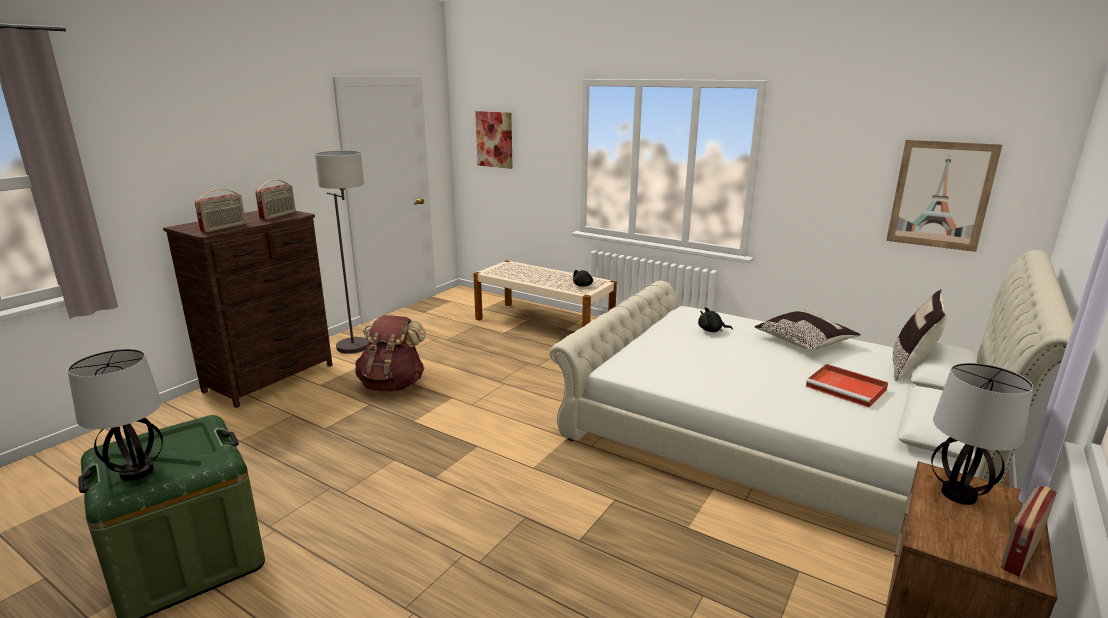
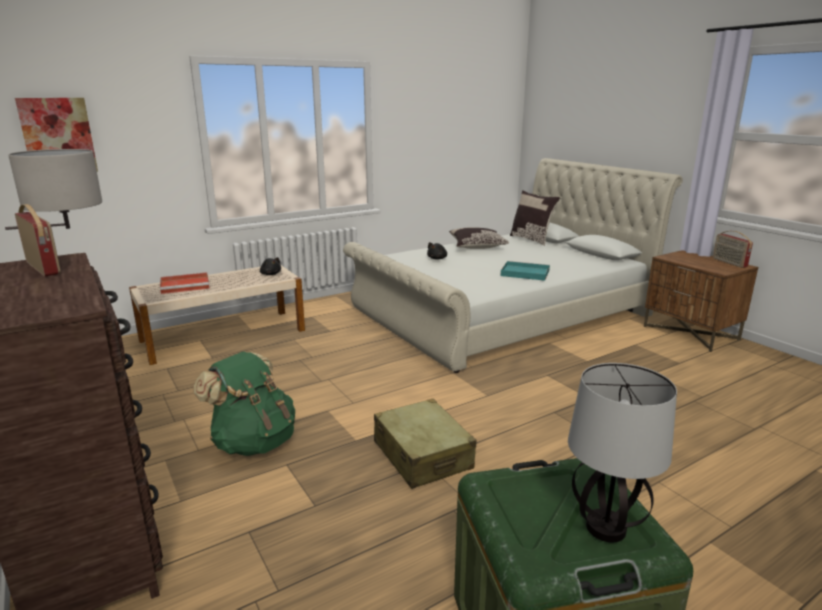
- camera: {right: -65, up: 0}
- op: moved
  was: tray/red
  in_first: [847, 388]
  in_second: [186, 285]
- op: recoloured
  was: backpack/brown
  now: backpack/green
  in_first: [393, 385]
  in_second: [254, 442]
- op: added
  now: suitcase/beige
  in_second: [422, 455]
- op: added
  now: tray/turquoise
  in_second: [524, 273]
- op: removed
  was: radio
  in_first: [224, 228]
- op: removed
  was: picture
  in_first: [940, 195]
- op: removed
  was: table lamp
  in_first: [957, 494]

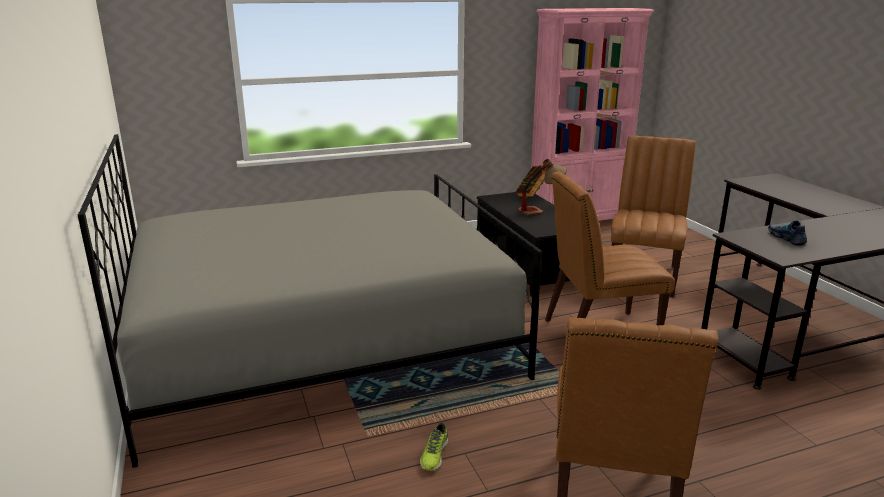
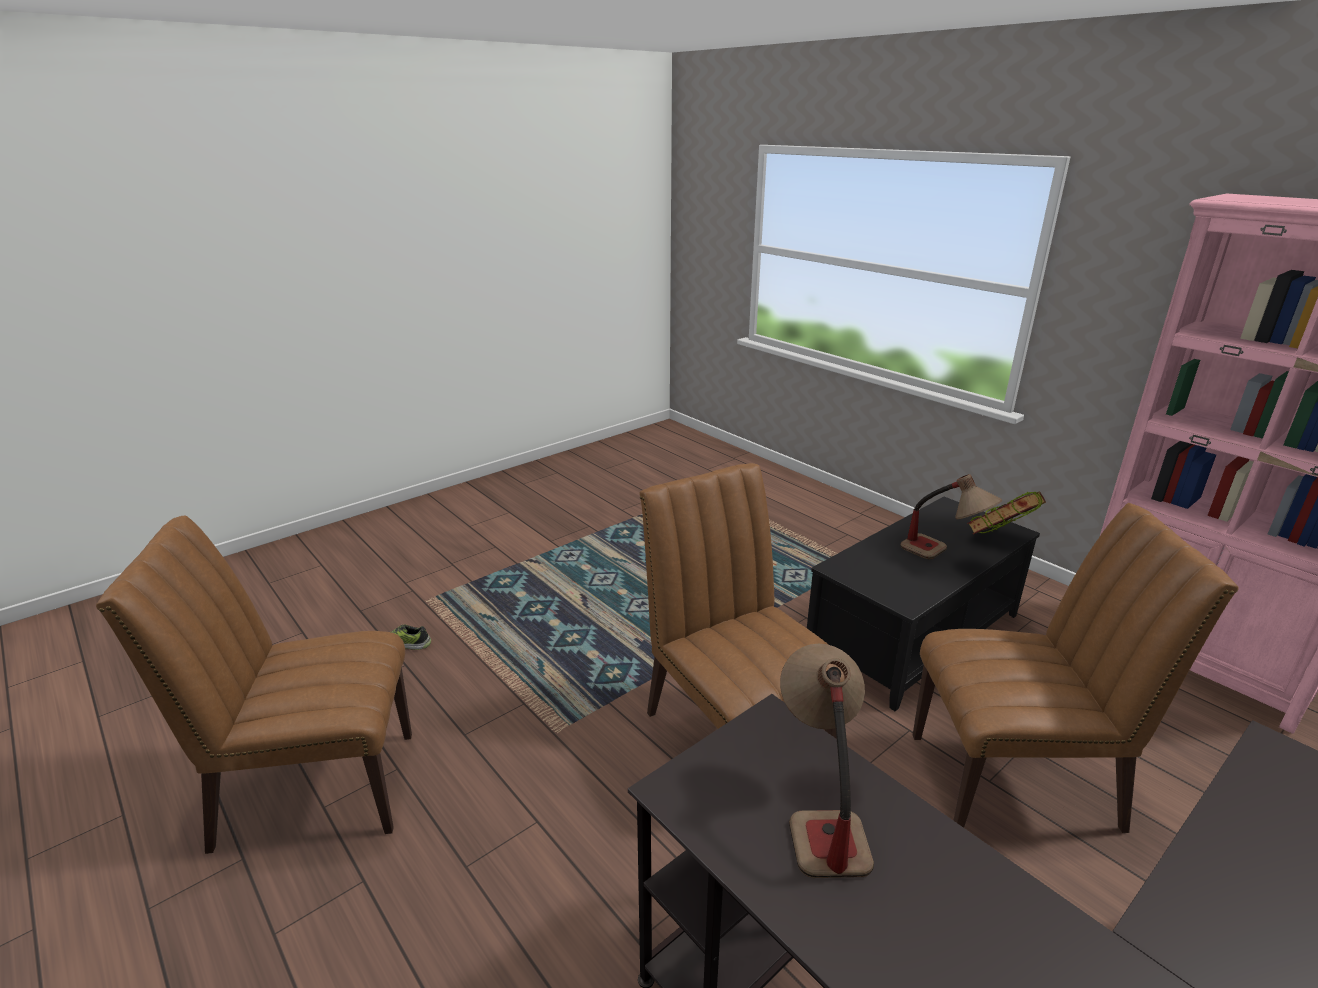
- camera: {right: 70, up: 5}
- op: replaced
  was: shoe
  now: table lamp
  in_first: [786, 238]
  in_second: [819, 809]
- op: removed
  was: bed/grey
  in_first: [322, 345]

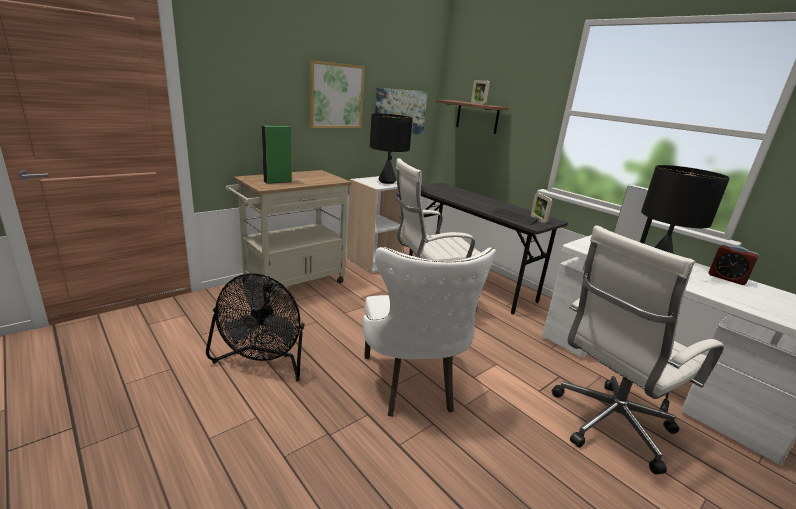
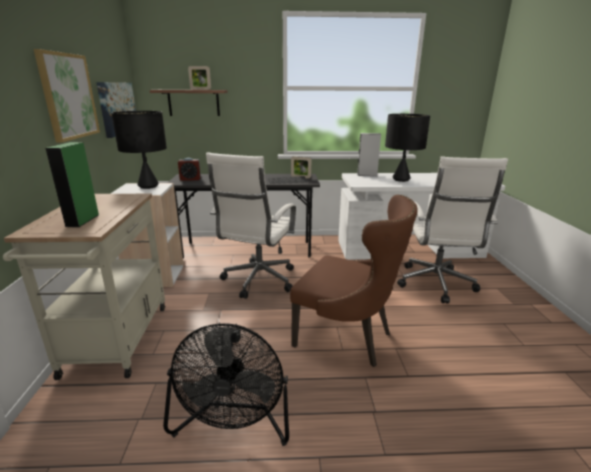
- camera: {right: -50, up: 0}
- op: turned
  was: fan/black
  in_first: [261, 359]
  in_second: [230, 419]
  clockwise: 45
- op: moved
  was: alarm clock
  in_first: [726, 278]
  in_second: [190, 179]
- op: recoloured
  was: chair/white
  now: chair/brown
  in_first: [412, 384]
  in_second: [347, 337]

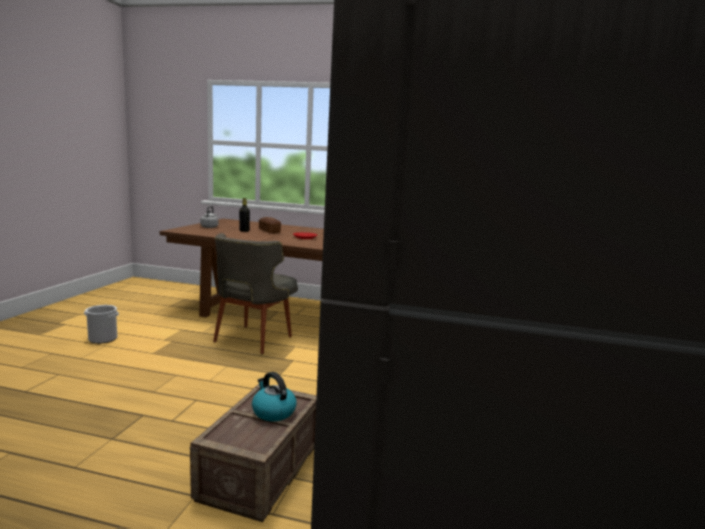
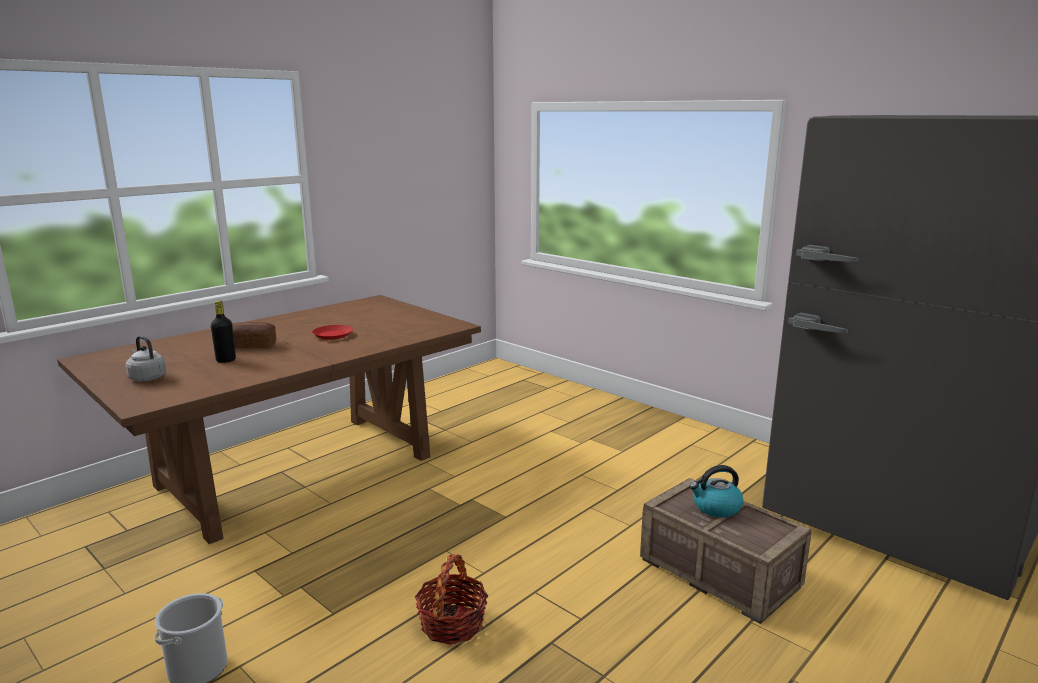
- camera: {right: -60, up: 5}
- op: added
  now: basket
  in_second: [452, 623]
- op: removed
  was: chair/grey
  in_first: [253, 339]

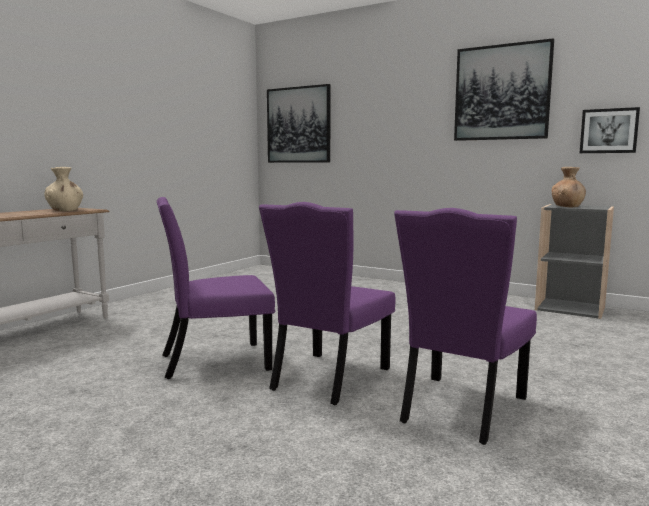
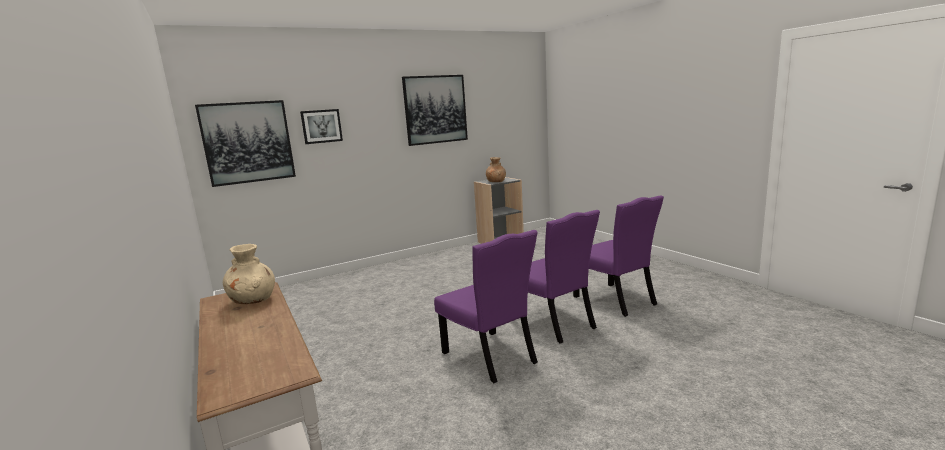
- camera: {right: -60, up: 5}
- op: moved
  was: picture
  in_first: [609, 131]
  in_second: [321, 126]
- op: turned
  was: chair/purple
  in_first: [217, 361]
  in_second: [489, 356]
  clockwise: -45

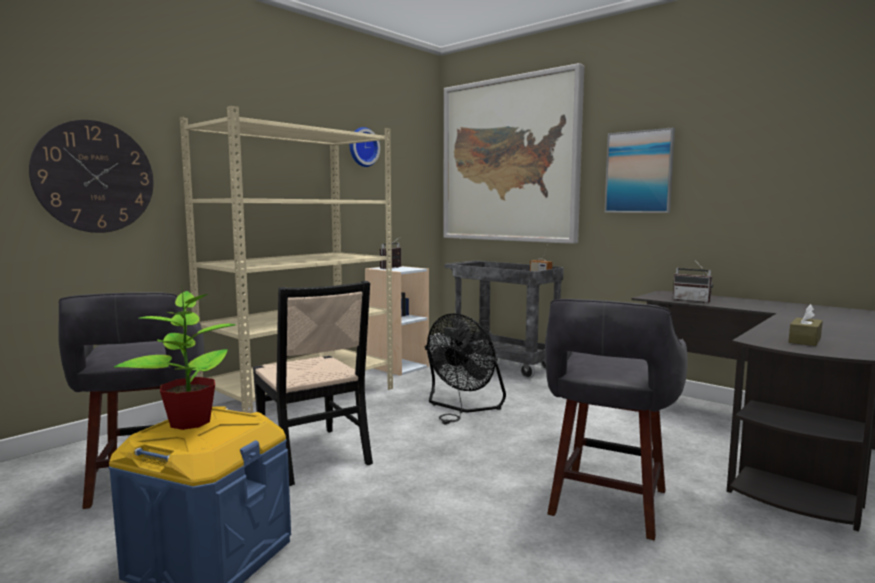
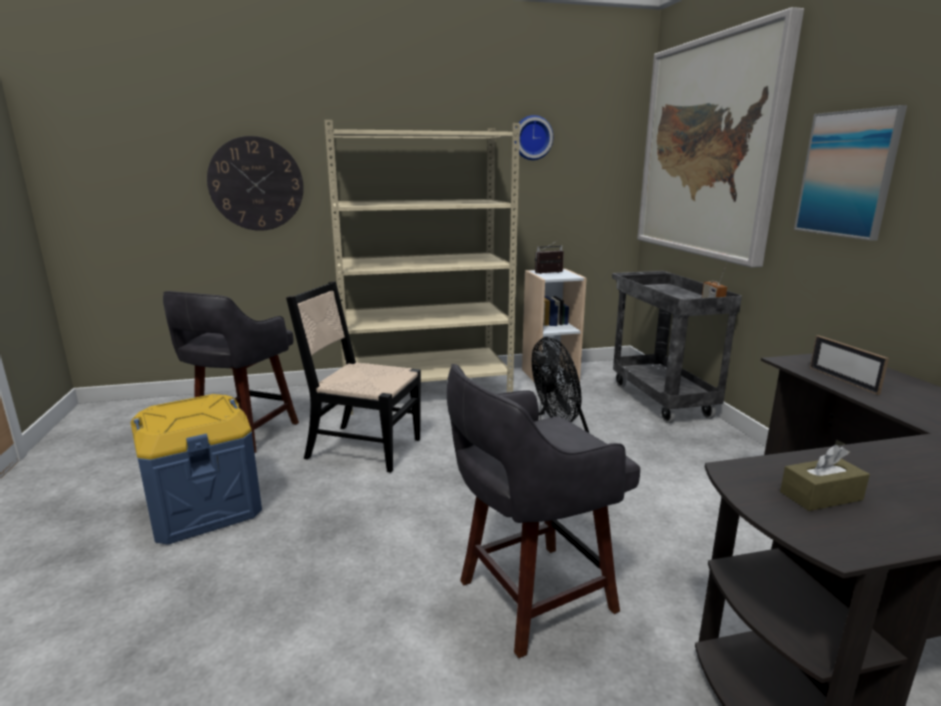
- camera: {right: 35, up: 10}
- op: turned
  was: chair
  in_first: [312, 455]
  in_second: [364, 448]
  clockwise: 105
- op: replaced
  was: radio
  now: picture frame
  in_first: [693, 300]
  in_second: [842, 380]
- op: removed
  was: potted plant
  in_first: [190, 421]

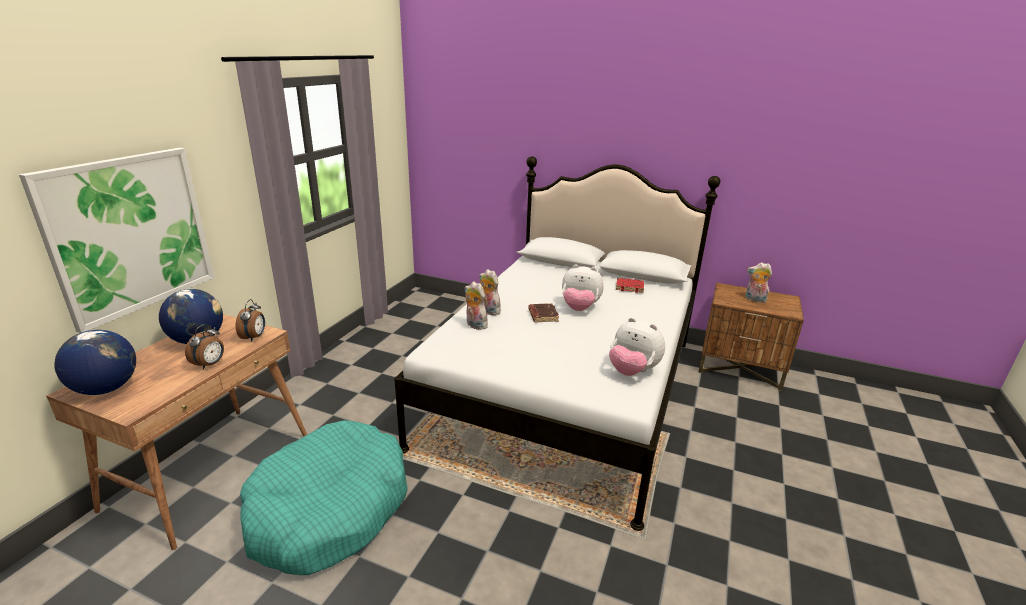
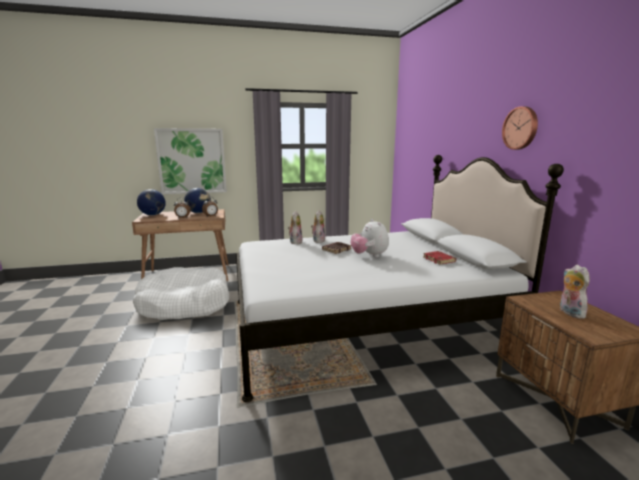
- camera: {right: 55, up: -10}
- op: recoloured
  was: dog bed/turquoise
  now: dog bed/white
  in_first: [329, 509]
  in_second: [184, 304]
- op: added
  now: wall clock
  in_second: [521, 128]
- op: removed
  was: plush toy
  in_first: [632, 371]

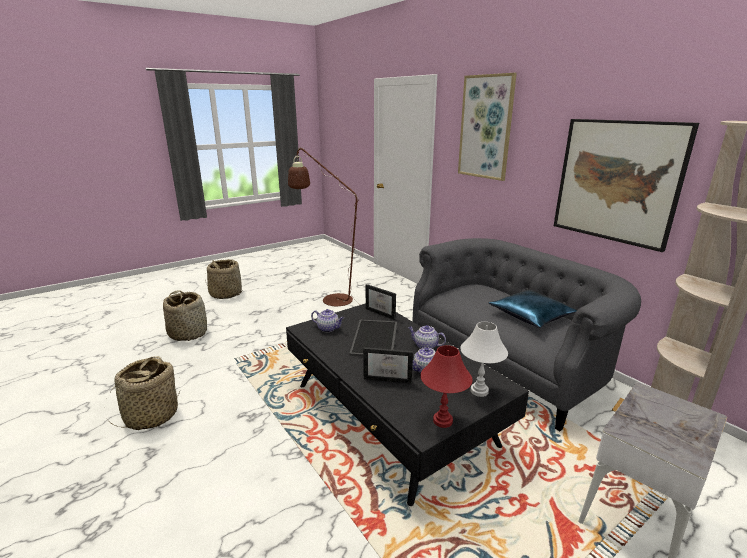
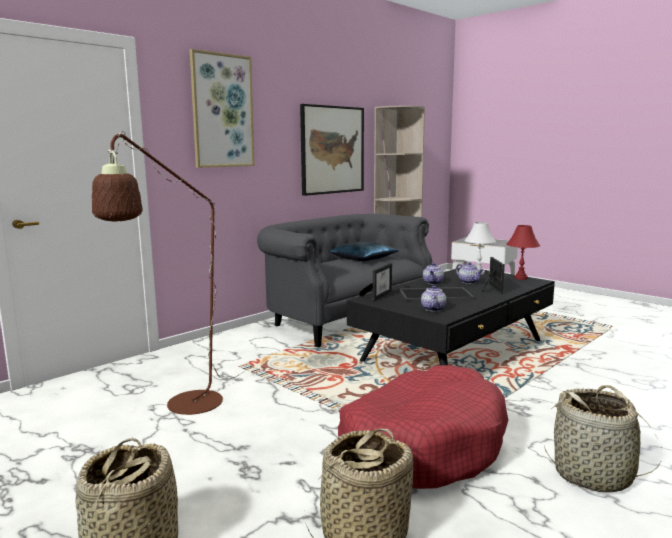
- camera: {right: -100, up: -10}
- op: added
  now: dog bed/red
  in_second: [422, 444]

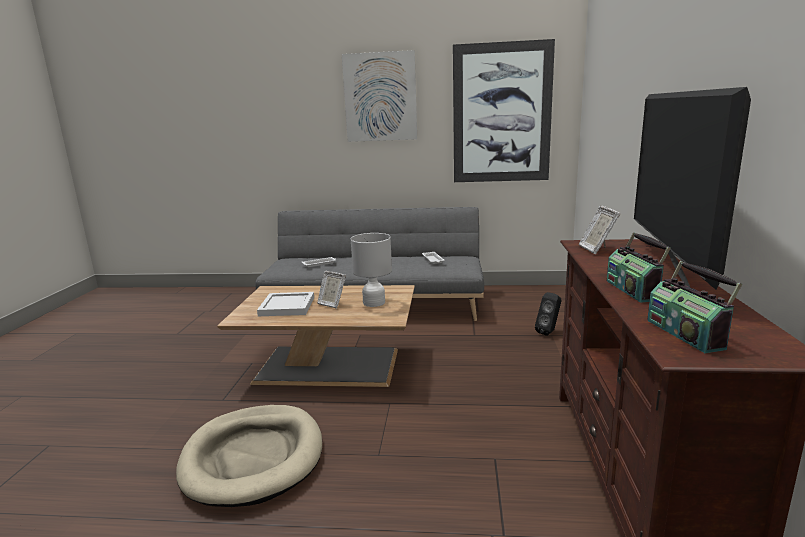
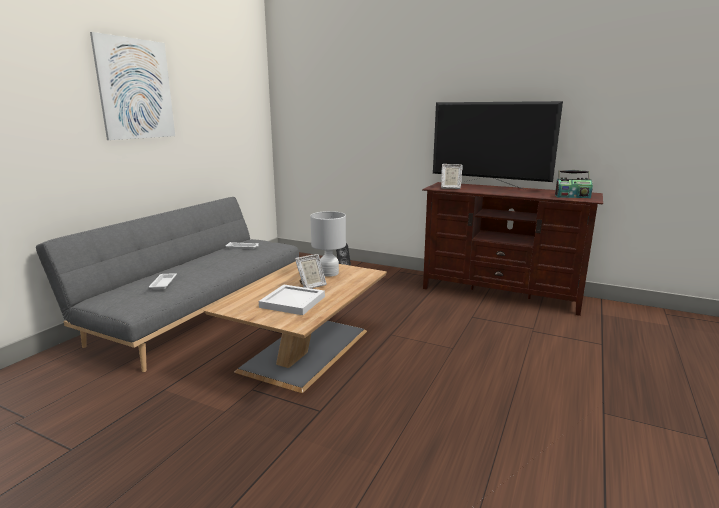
- camera: {right: -70, up: 0}
- op: removed
  was: dog bed/beige
  in_first: [253, 457]
- op: removed
  was: picture
  in_first: [501, 114]
- op: removed
  was: radio
  in_first: [633, 290]

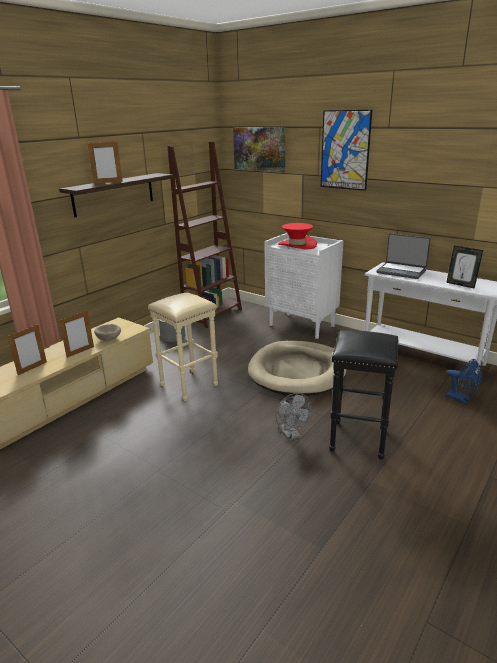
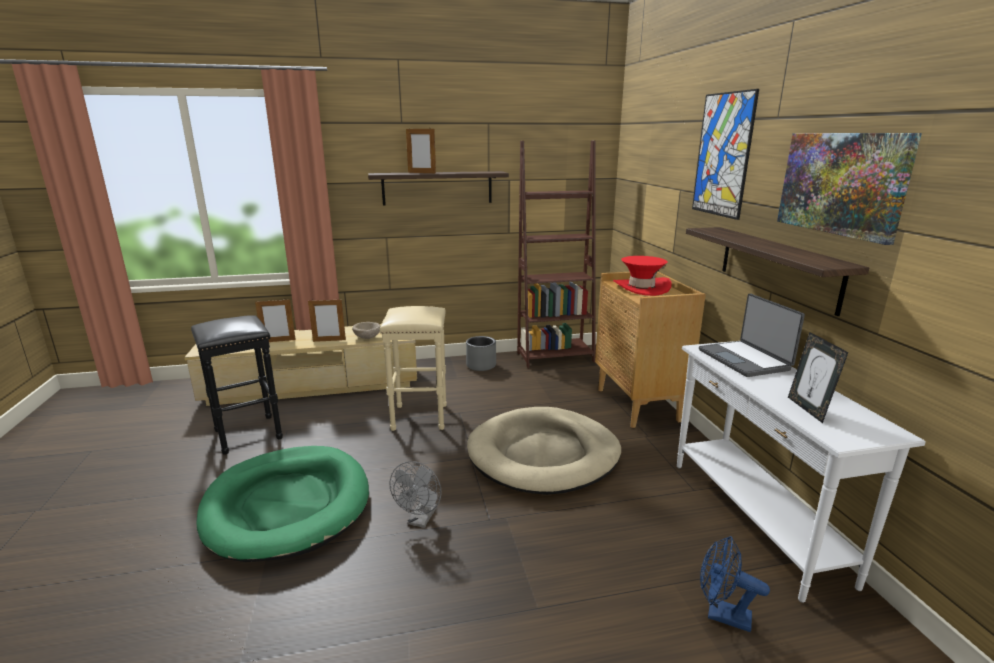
- camera: {right: 40, up: -5}
- op: moved
  was: stool/black
  in_first: [359, 438]
  in_second: [250, 434]
- op: added
  now: dog bed/green
  in_second: [287, 505]
- op: recoloured
  was: cabinet/white
  now: cabinet/brown
  in_first: [302, 325]
  in_second: [637, 405]
- op: added
  now: shelf
  in_second: [777, 267]
- op: turned
  was: fan/blue
  in_first: [461, 399]
  in_second: [721, 615]
  clockwise: 120
- op: moved
  was: picture
  in_first: [259, 148]
  in_second: [842, 183]

